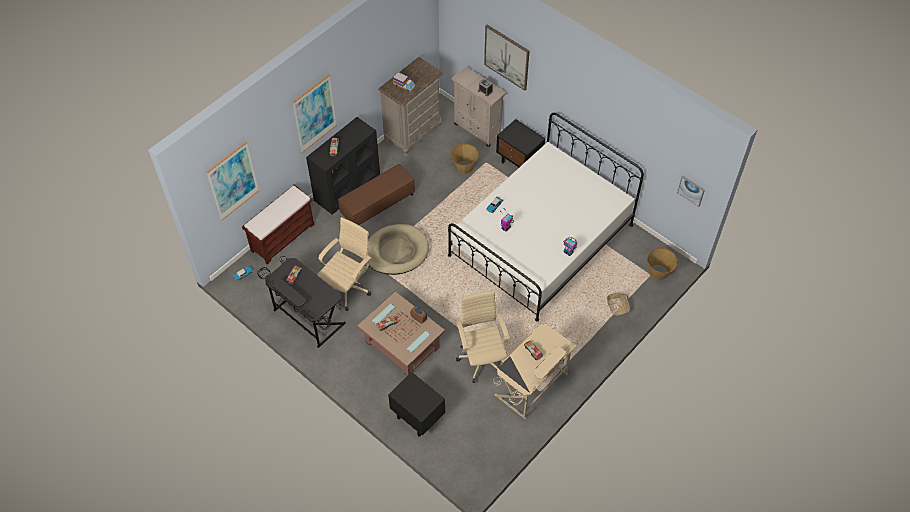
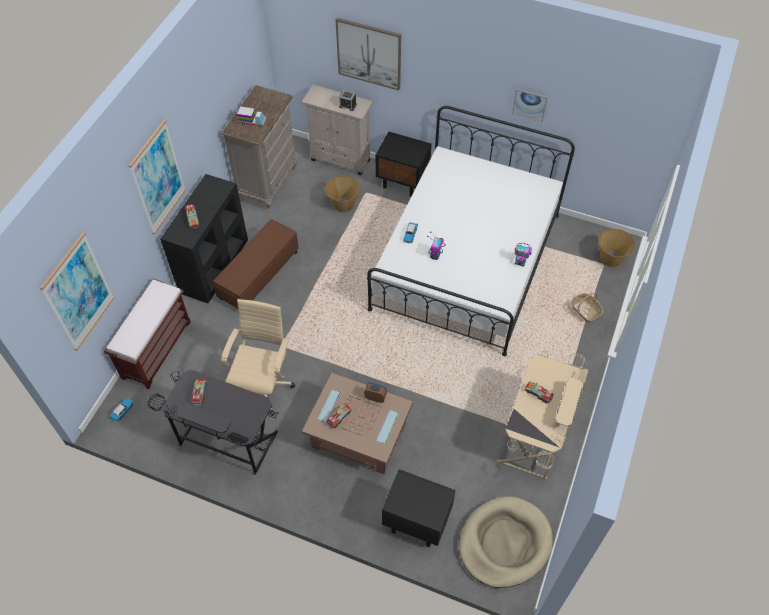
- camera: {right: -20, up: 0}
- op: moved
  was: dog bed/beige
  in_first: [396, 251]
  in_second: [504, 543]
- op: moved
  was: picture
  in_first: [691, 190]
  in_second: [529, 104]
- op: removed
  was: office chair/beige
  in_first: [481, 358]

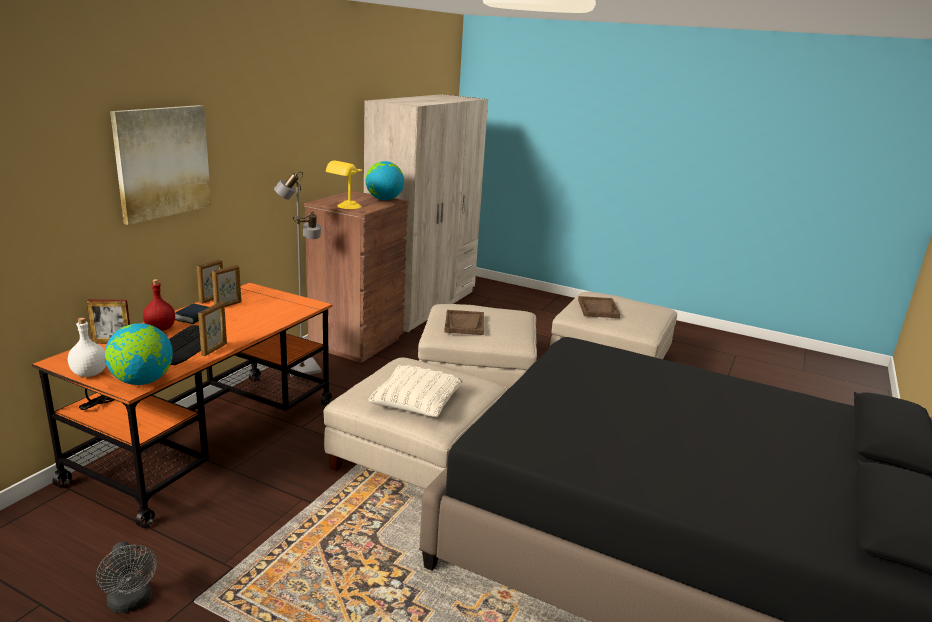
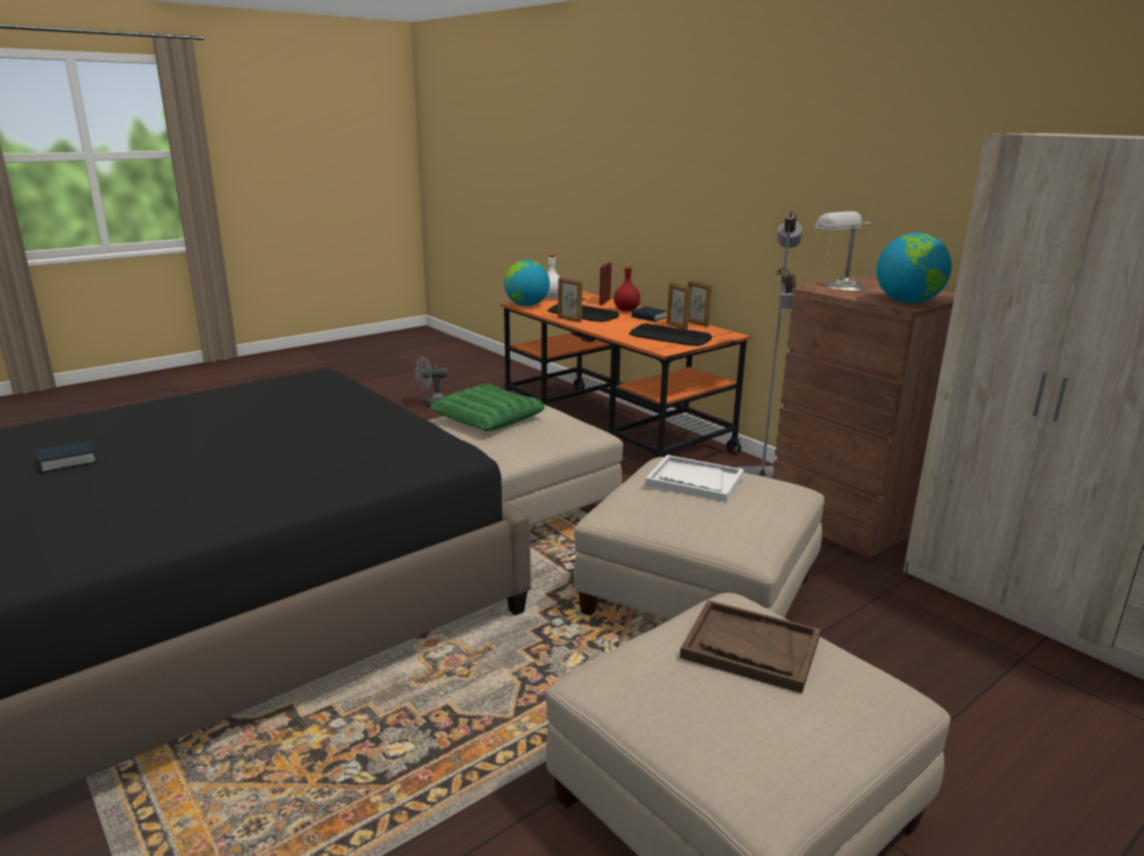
- camera: {right: 115, up: 0}
- op: added
  now: book
  in_second: [67, 462]
- op: recoloured
  was: pillow/beige
  now: pillow/green
  in_first: [416, 400]
  in_second: [488, 419]
- op: added
  now: keyboard
  in_second: [670, 336]
- op: recoloured
  was: tray/brown
  now: tray/white
  in_first: [464, 324]
  in_second: [694, 481]
- op: recoloured
  was: table lamp/yellow
  now: table lamp/white
  in_first: [346, 207]
  in_second: [838, 285]
- op: removed
  was: picture
  in_first: [162, 162]

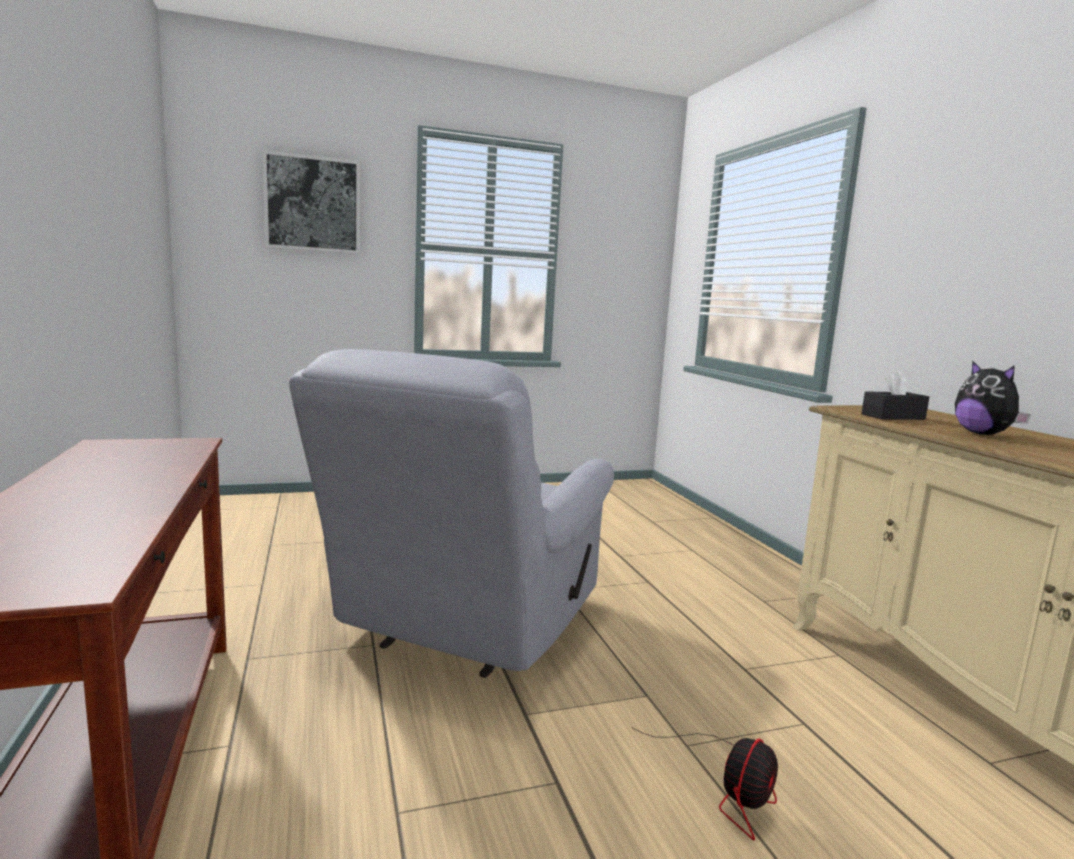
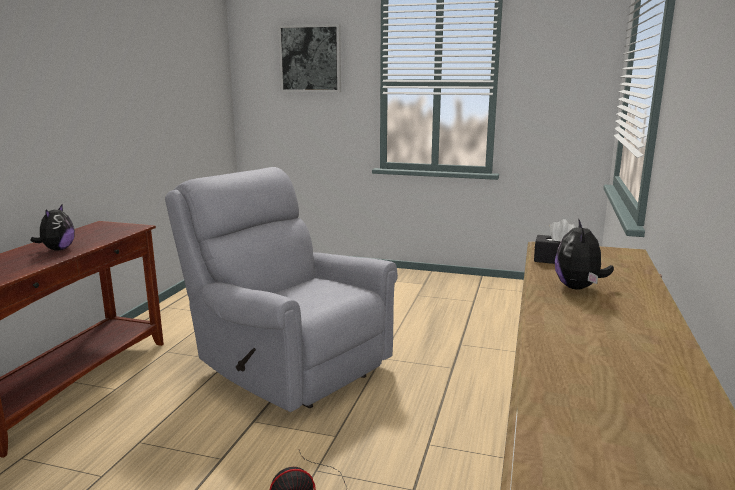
- camera: {right: 35, up: 5}
- op: added
  now: plush toy
  in_second: [57, 249]
- op: turned
  was: armchair/grey
  in_first: [464, 627]
  in_second: [287, 365]
  clockwise: 75

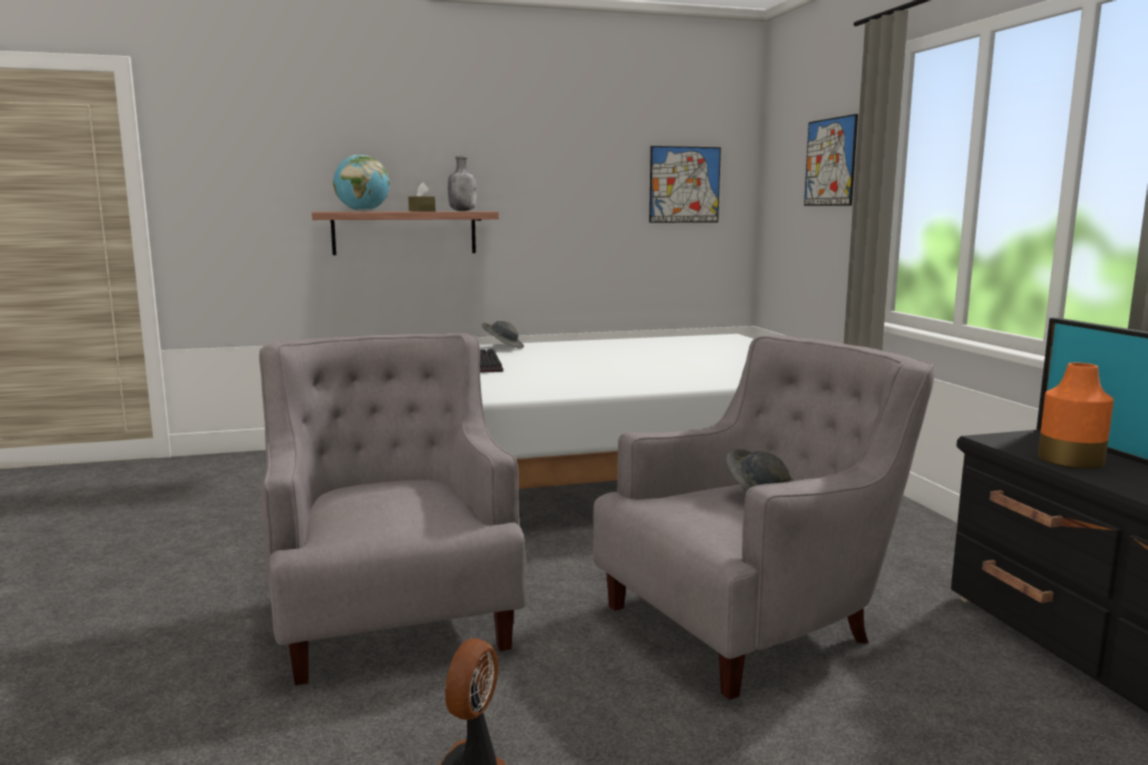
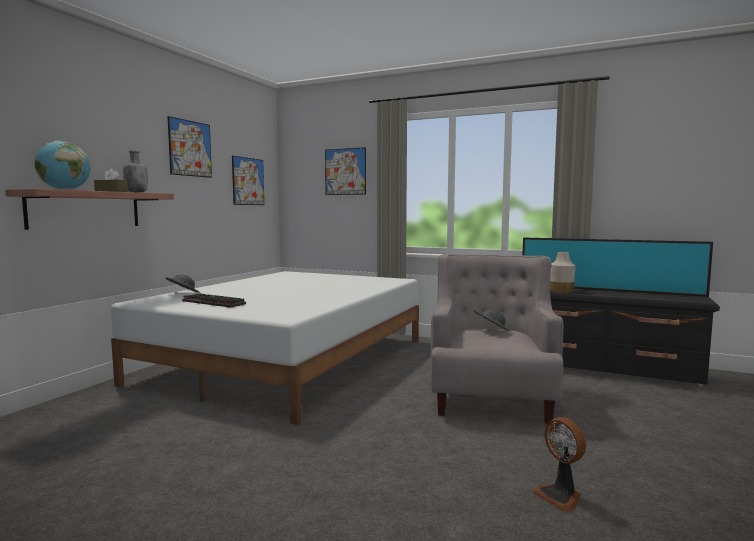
- camera: {right: -50, up: -5}
- op: added
  now: picture
  in_second: [190, 148]
- op: recoloured
  was: vase/orange
  now: vase/beige
  in_first: [1070, 459]
  in_second: [561, 291]
- op: removed
  was: armchair/grey
  in_first: [393, 611]

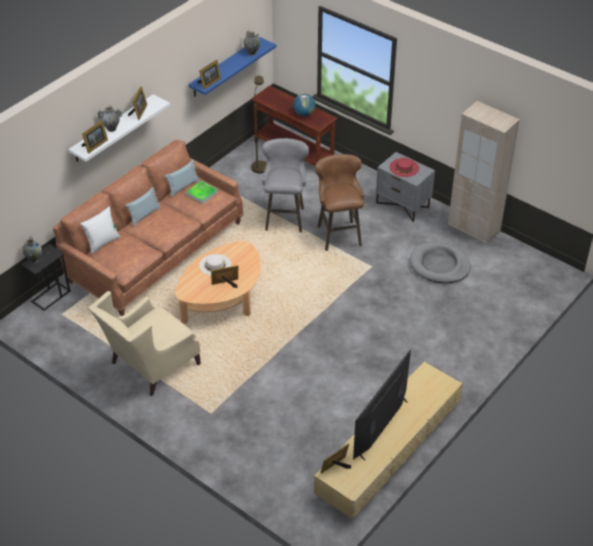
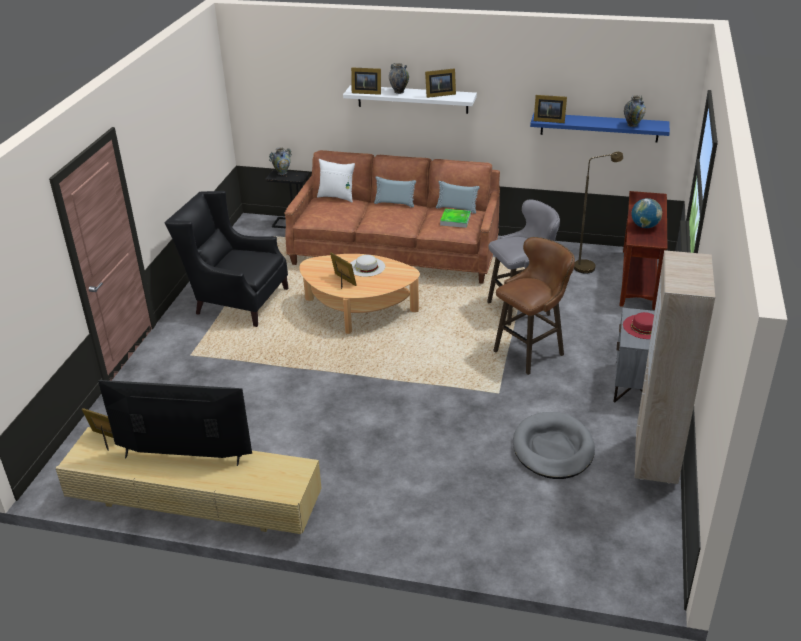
- camera: {right: 65, up: -10}
- op: recoloured
  was: armchair/beige
  now: armchair/black
  in_first: [150, 366]
  in_second: [236, 301]

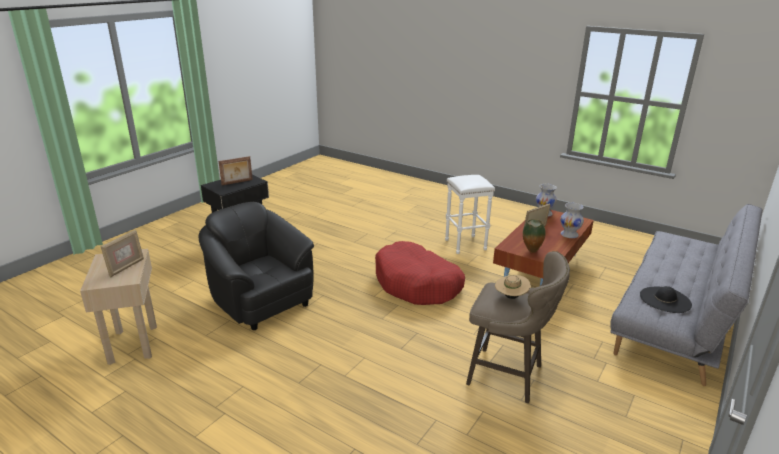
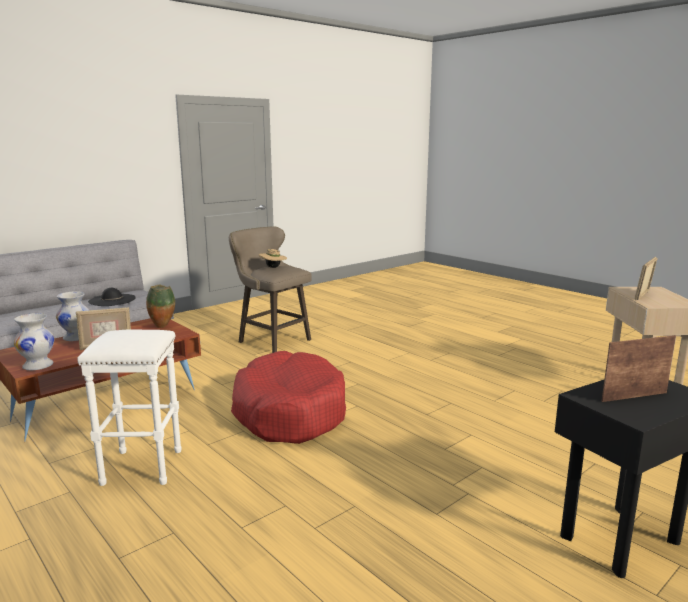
- camera: {right: -165, up: -10}
- op: removed
  was: armchair/black
  in_first: [261, 301]

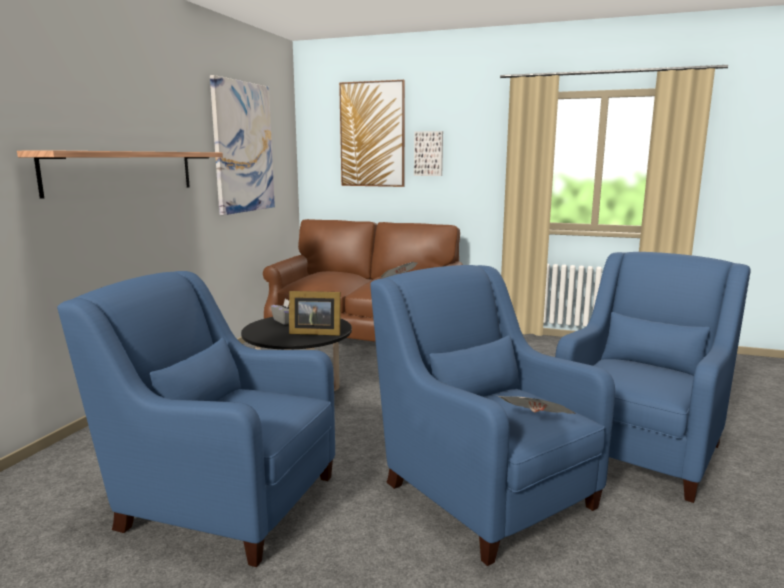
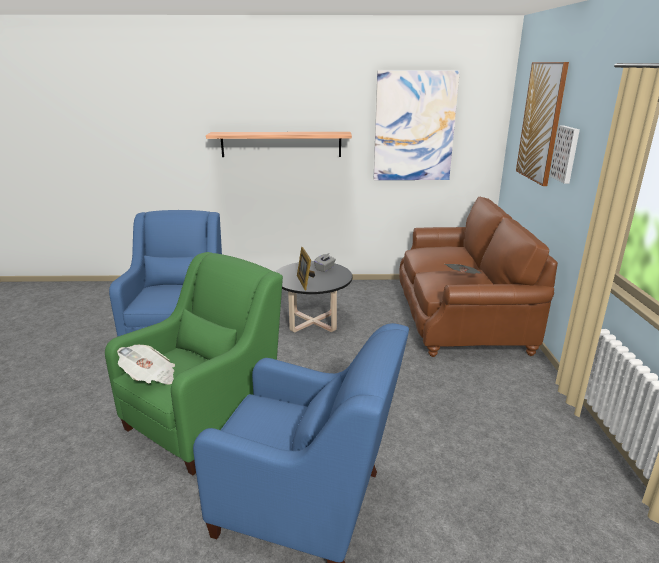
- camera: {right: 70, up: 10}
- op: recoloured
  was: armchair/blue
  now: armchair/green
  in_first: [483, 490]
  in_second: [206, 418]

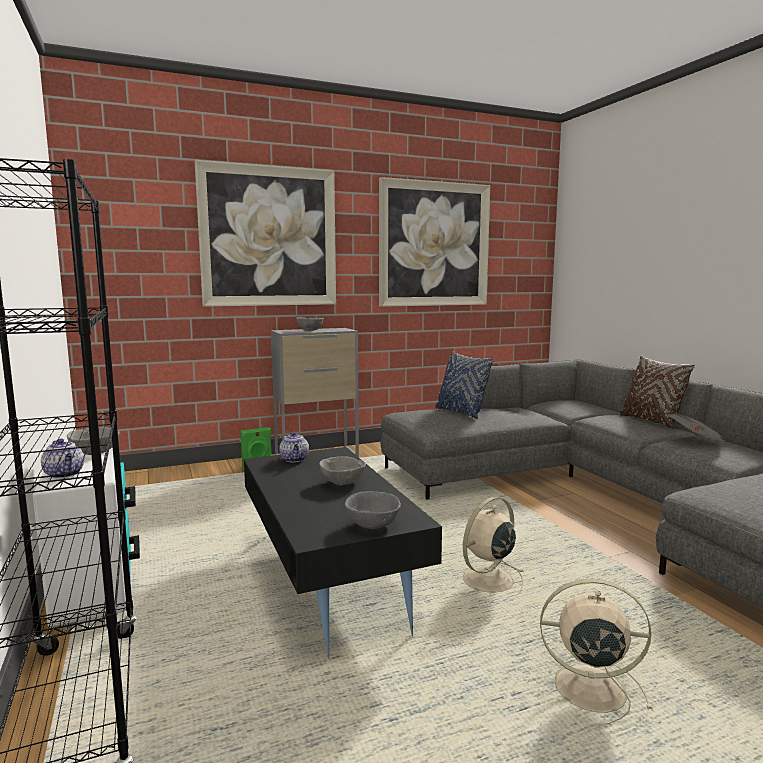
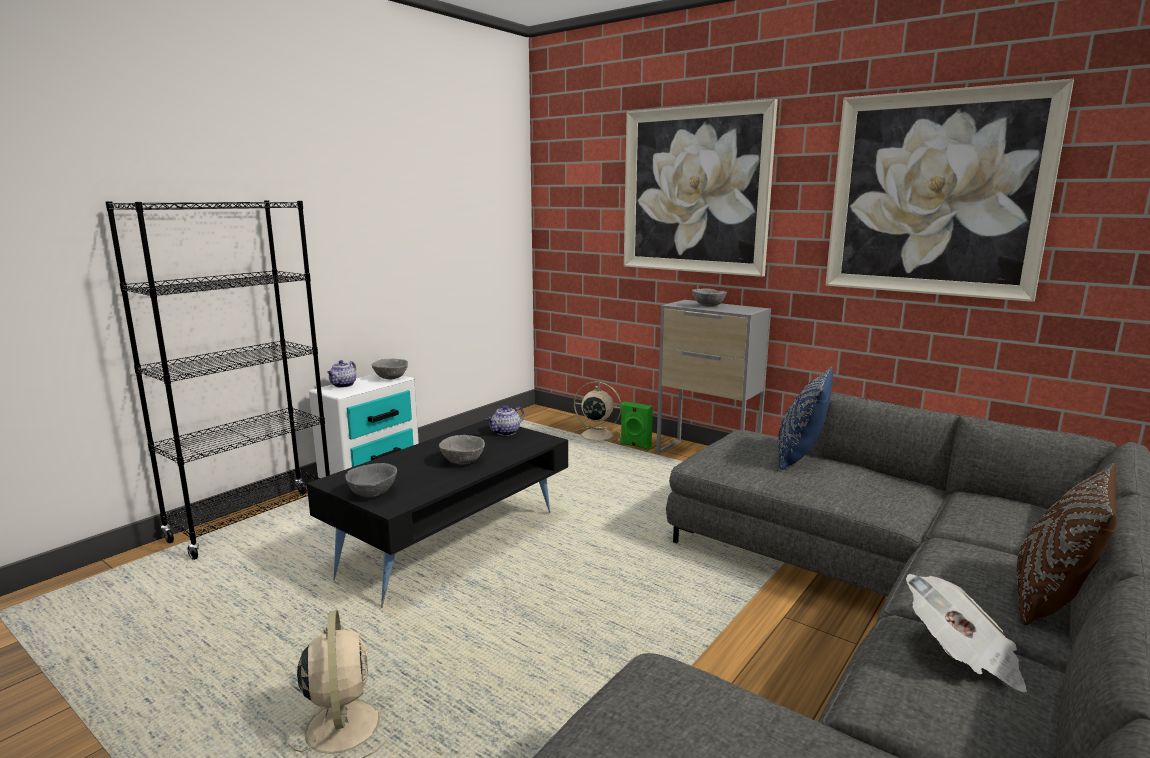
- camera: {right: 60, up: 5}
- op: moved
  was: fan/beige
  in_first: [486, 581]
  in_second: [595, 435]

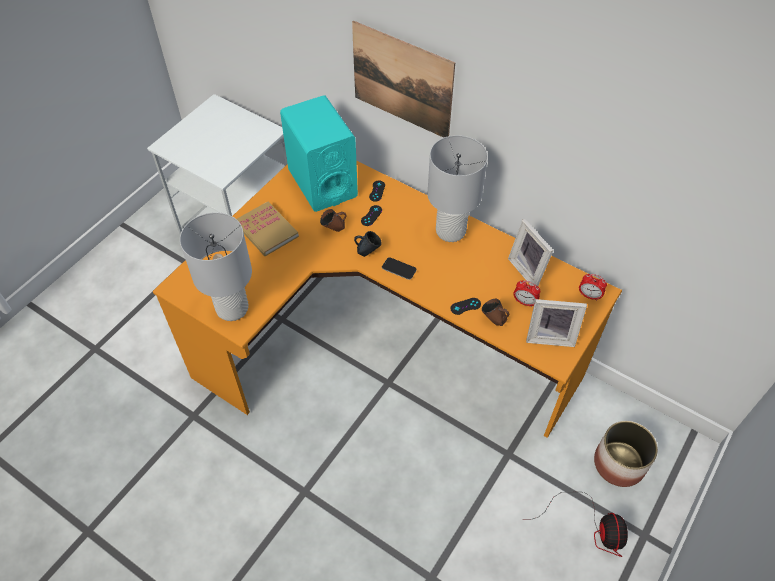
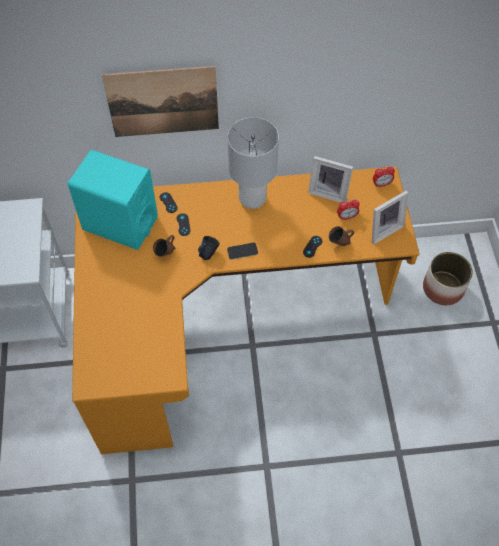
- camera: {right: -40, up: 5}
- op: removed
  was: table lamp/grey
  in_first: [232, 311]
- op: removed
  was: book
  in_first: [266, 230]
- op: removed
  was: fan
  in_first: [591, 527]

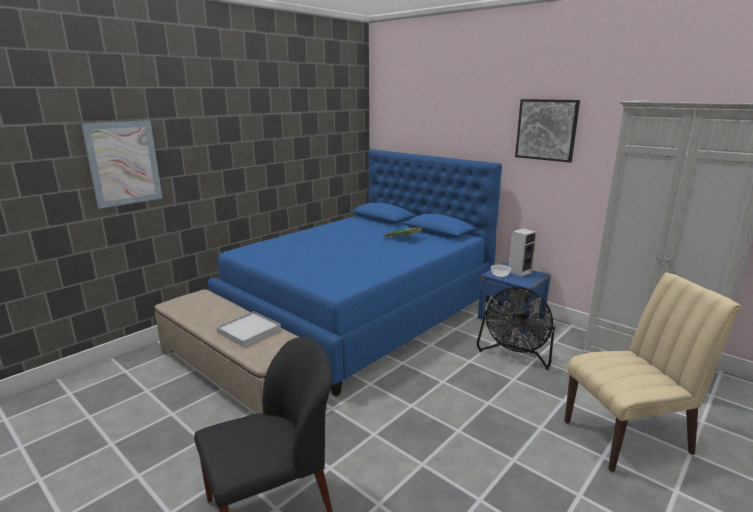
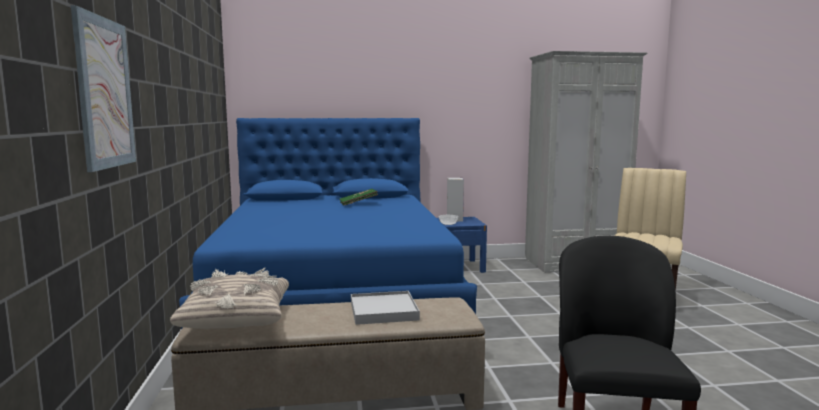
- camera: {right: -50, up: -10}
- op: added
  now: pillow/beige
  in_second: [236, 321]
- op: removed
  was: fan/black
  in_first: [513, 353]
- op: removed
  was: picture
  in_first: [546, 130]

